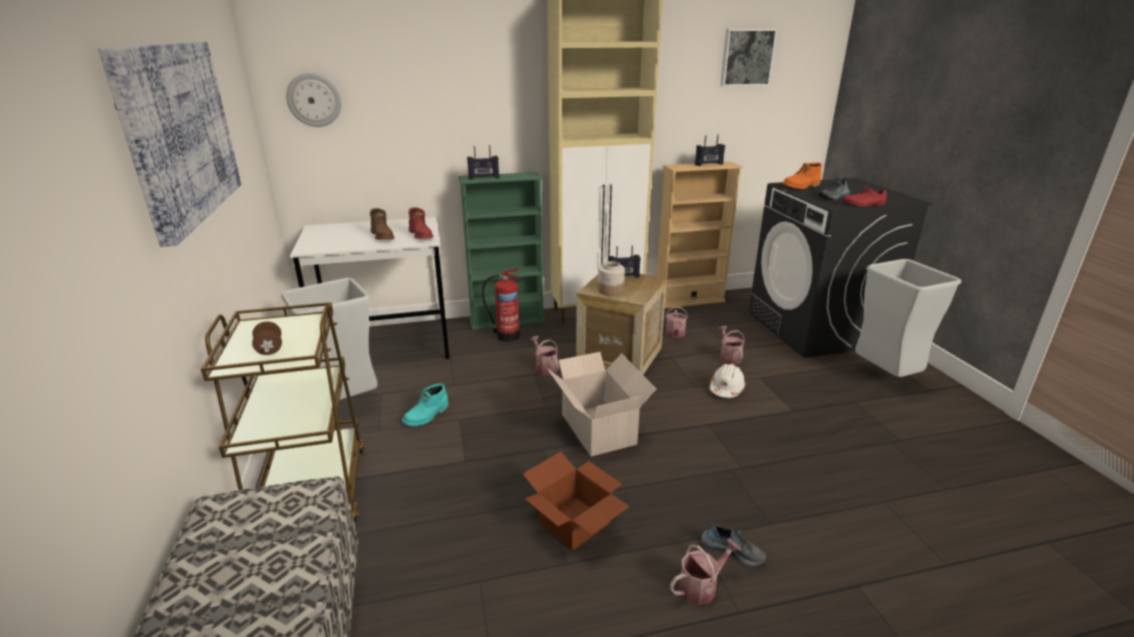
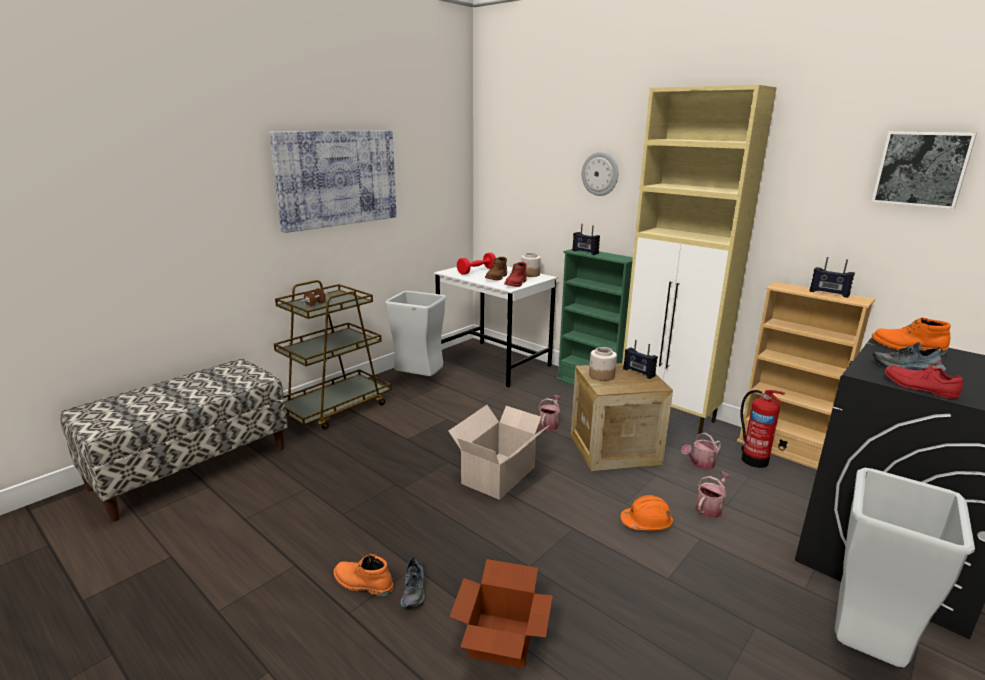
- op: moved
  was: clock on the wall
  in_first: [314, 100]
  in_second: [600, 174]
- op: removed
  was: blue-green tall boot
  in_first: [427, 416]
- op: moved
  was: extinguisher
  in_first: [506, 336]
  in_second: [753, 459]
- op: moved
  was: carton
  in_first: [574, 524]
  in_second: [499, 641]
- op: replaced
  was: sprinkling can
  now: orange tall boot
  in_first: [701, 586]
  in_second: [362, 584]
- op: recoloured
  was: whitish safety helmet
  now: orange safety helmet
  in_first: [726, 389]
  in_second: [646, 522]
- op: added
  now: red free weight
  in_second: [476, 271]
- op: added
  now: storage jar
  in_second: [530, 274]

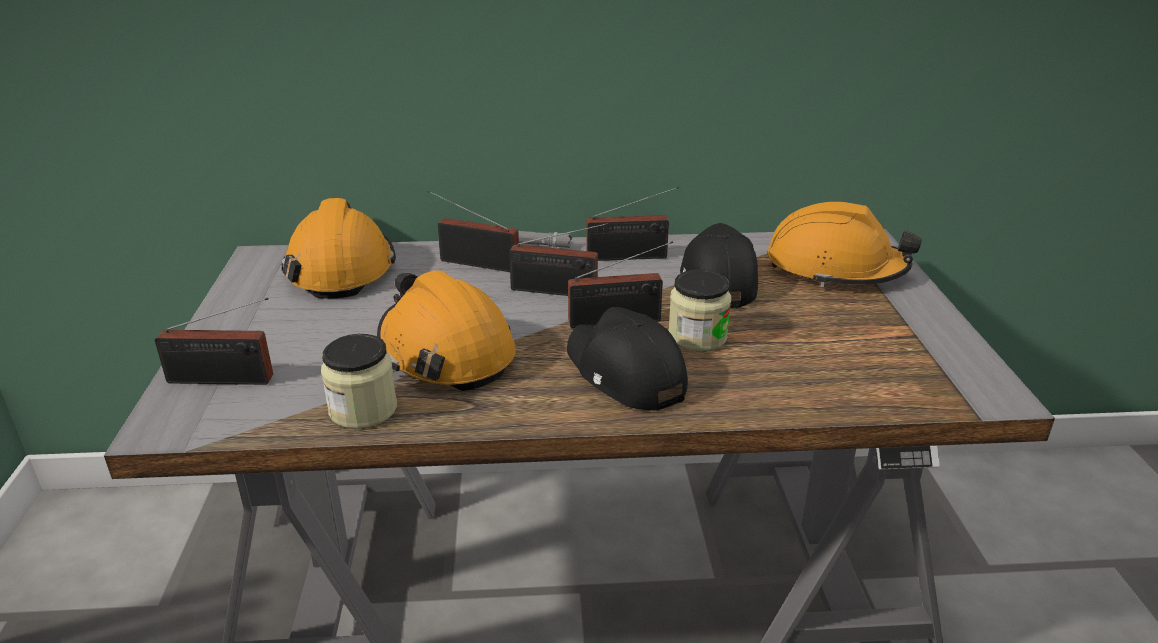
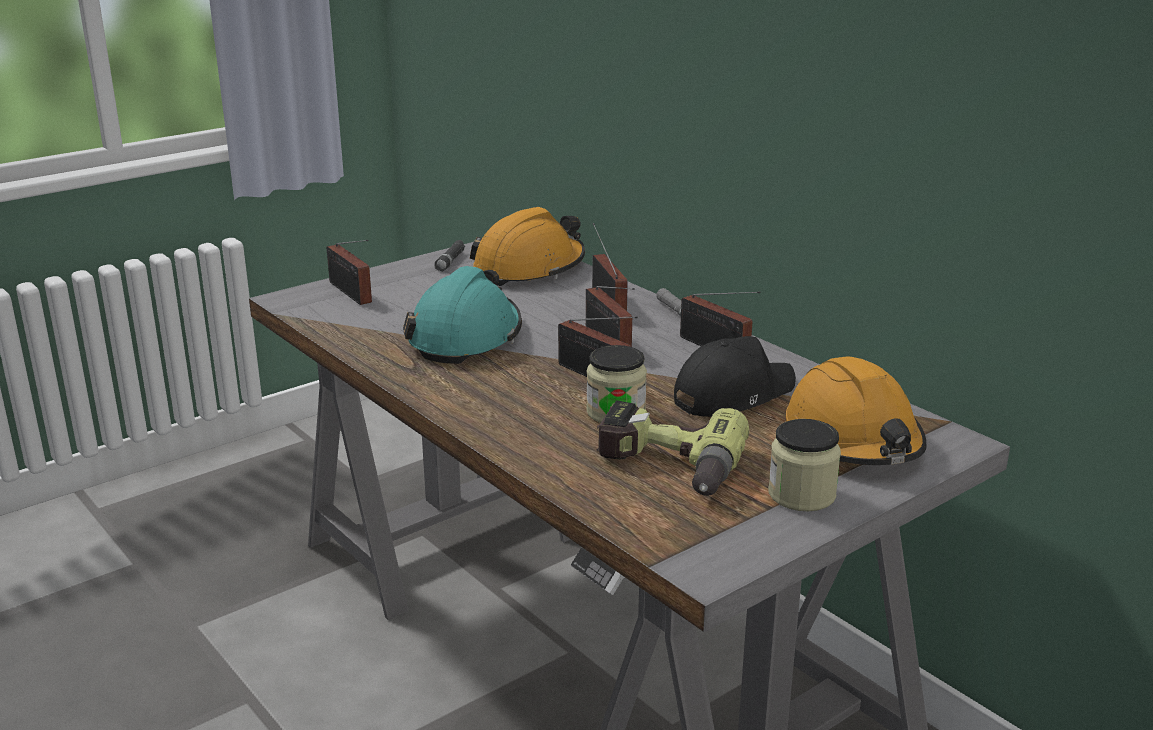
- op: moved
  was: storage jar
  in_first: [363, 410]
  in_second: [801, 495]
- op: recoloured
  was: orange safety helmet
  now: blue-green safety helmet
  in_first: [445, 352]
  in_second: [466, 337]
- op: removed
  was: black-coloured cap
  in_first: [624, 373]
- op: added
  now: black-coloured flashlight
  in_second: [450, 261]
- op: added
  now: drill
  in_second: [666, 467]

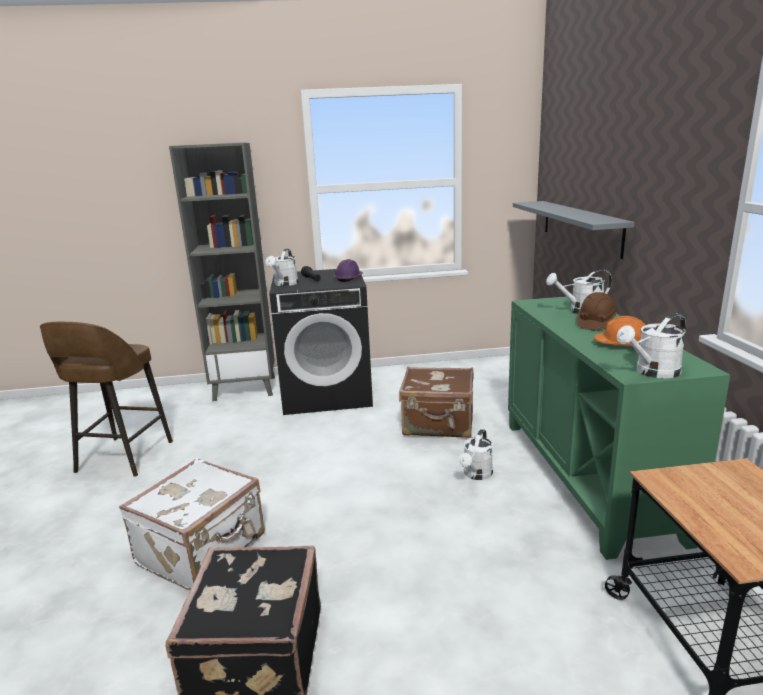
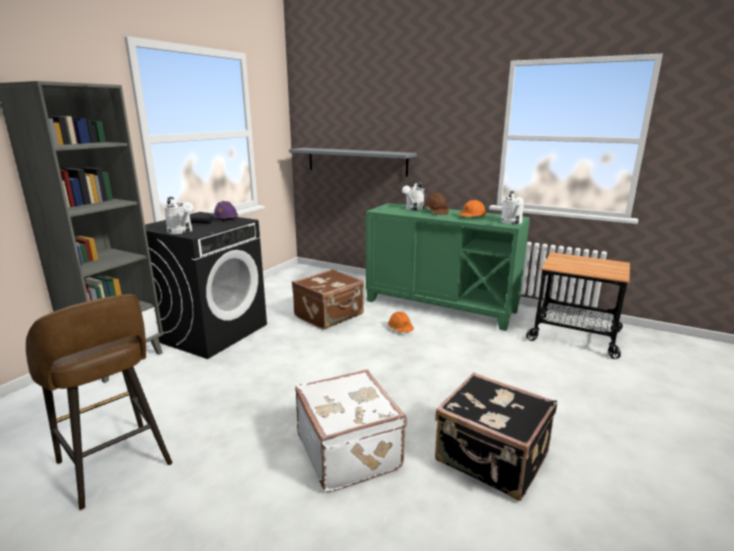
- op: replaced
  was: whitish sprinkling can
  now: orange safety helmet
  in_first: [476, 475]
  in_second: [400, 328]

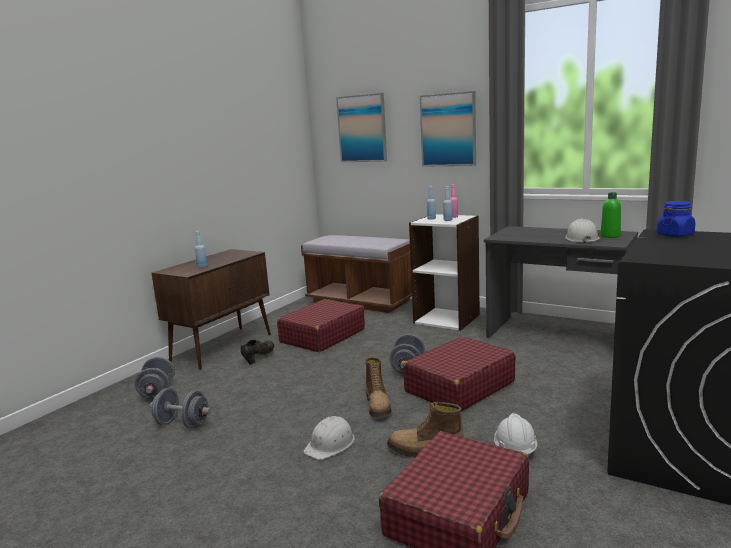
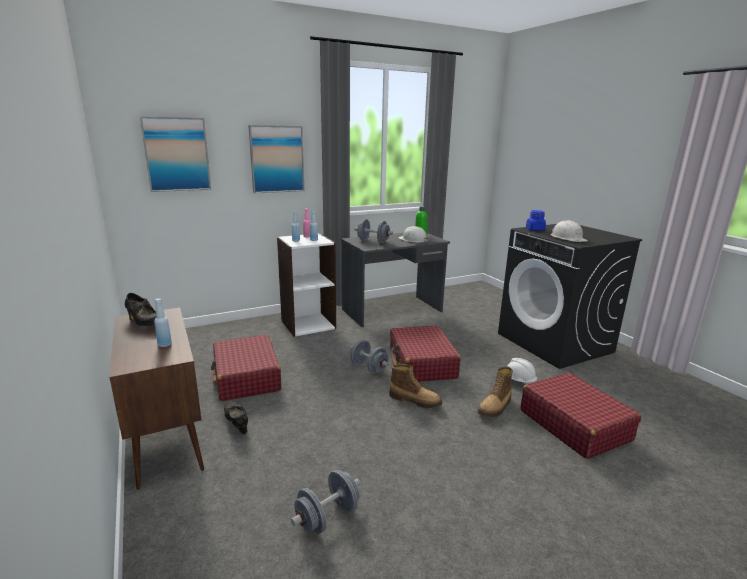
- op: moved
  was: grey free weight
  in_first: [157, 392]
  in_second: [373, 241]
- op: removed
  was: brown-coloured long seat
  in_first: [361, 301]
- op: moved
  was: whitish safety helmet
  in_first: [330, 444]
  in_second: [568, 238]
- op: added
  now: black-coloured shoe
  in_second: [144, 323]

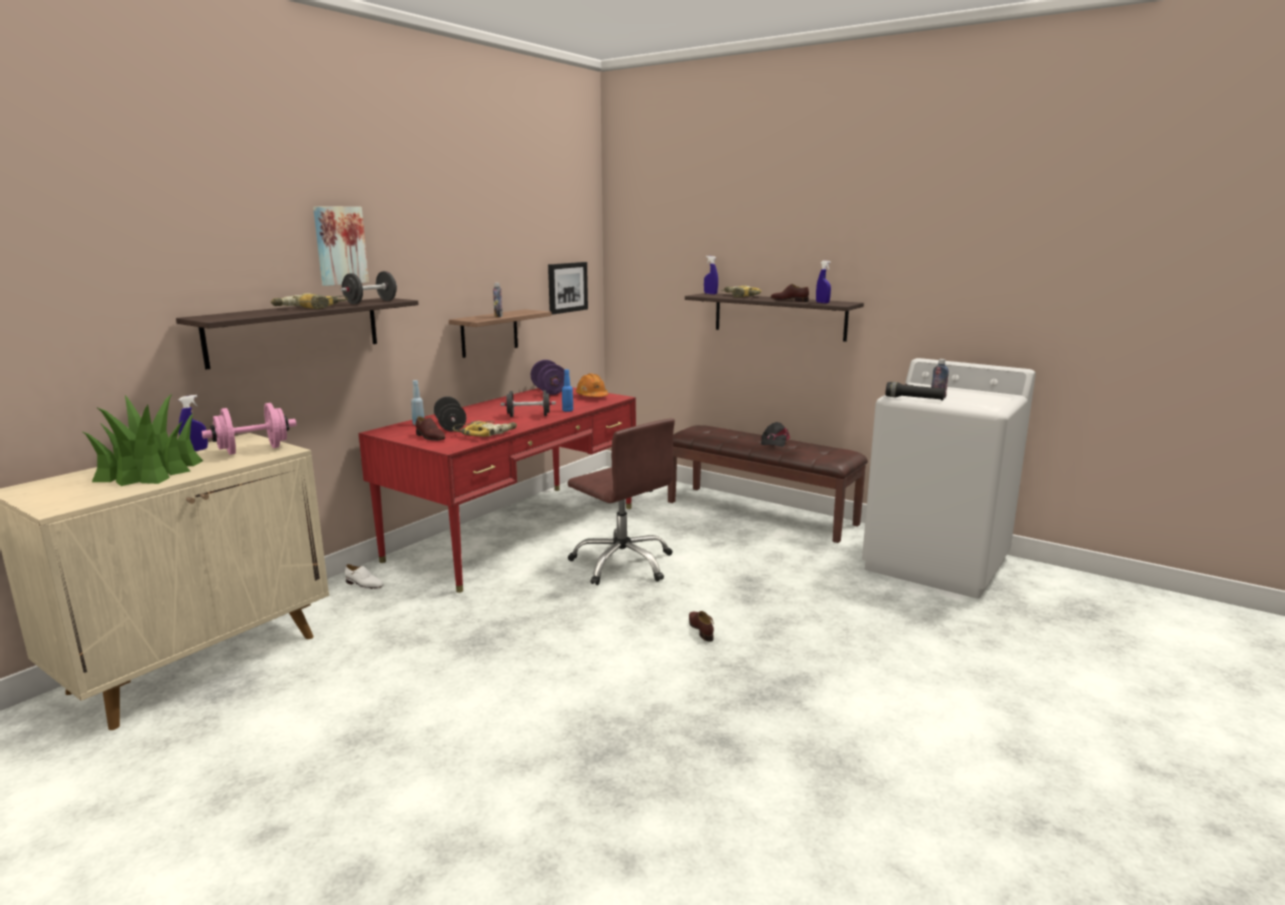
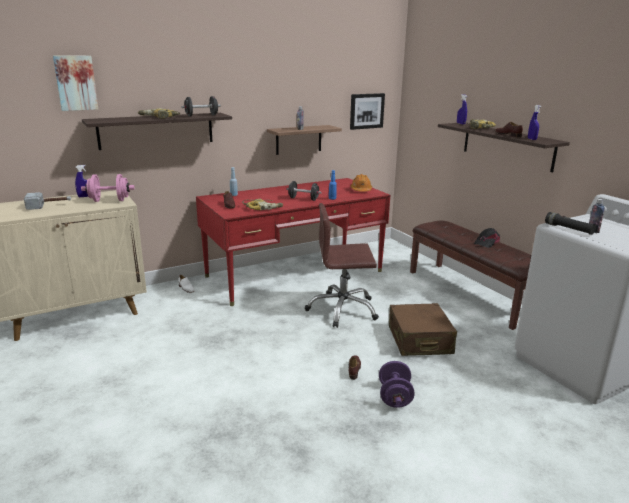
- op: replaced
  was: potted plant
  now: hammer
  in_first: [149, 471]
  in_second: [49, 206]
- op: moved
  was: wall art
  in_first: [339, 245]
  in_second: [75, 83]
- op: removed
  was: black-coloured free weight
  in_first: [450, 426]
- op: moved
  was: purple-coloured free weight
  in_first: [549, 391]
  in_second: [394, 397]
- op: turned
  was: brown-coloured desk chair
  in_first: [623, 563]
  in_second: [342, 309]
  clockwise: 105
- op: added
  now: brown-coloured travel case
  in_second: [419, 340]

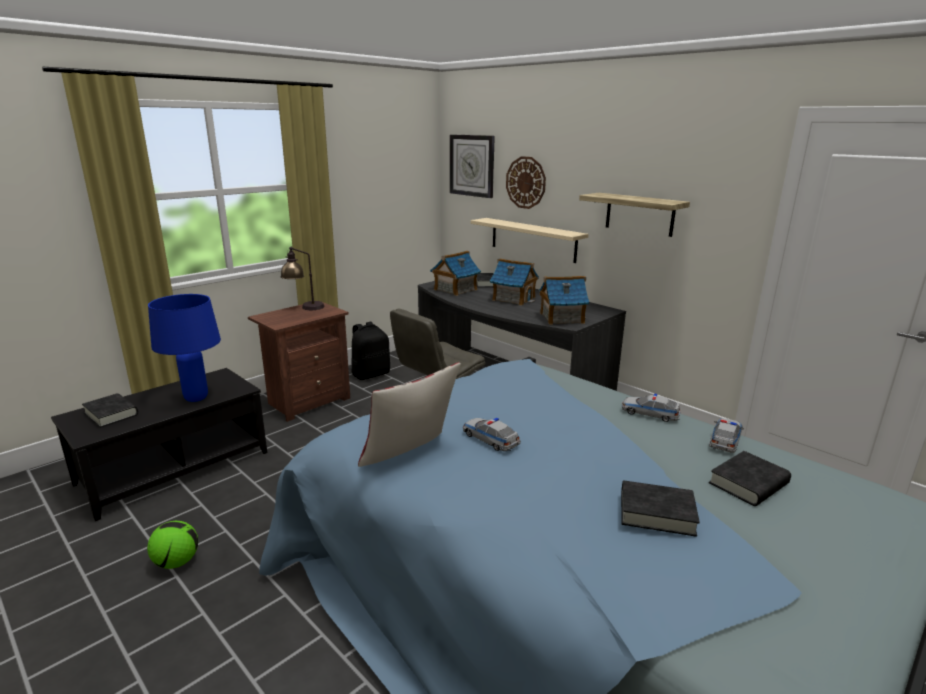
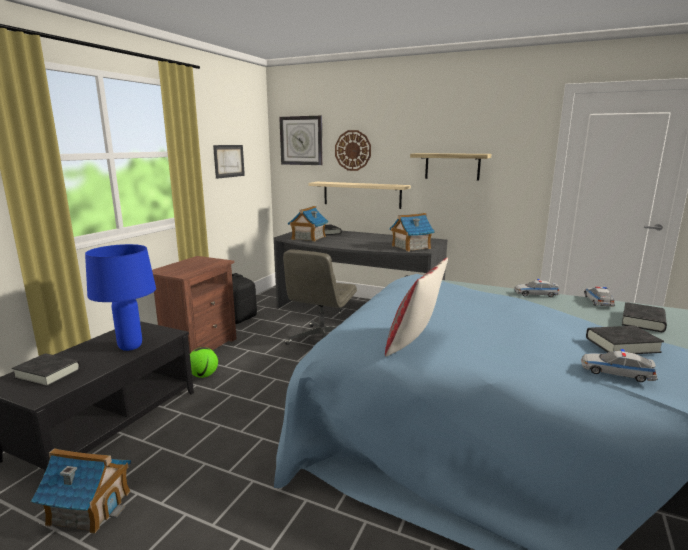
- op: moved
  was: ball for football
  in_first: [177, 562]
  in_second: [204, 375]
- op: removed
  was: tabletop lamp
  in_first: [304, 307]
- op: moved
  was: model car
  in_first: [490, 439]
  in_second: [616, 373]
- op: moved
  was: miniature house
  in_first: [513, 298]
  in_second: [89, 507]
- op: added
  now: wall art
  in_second: [229, 161]

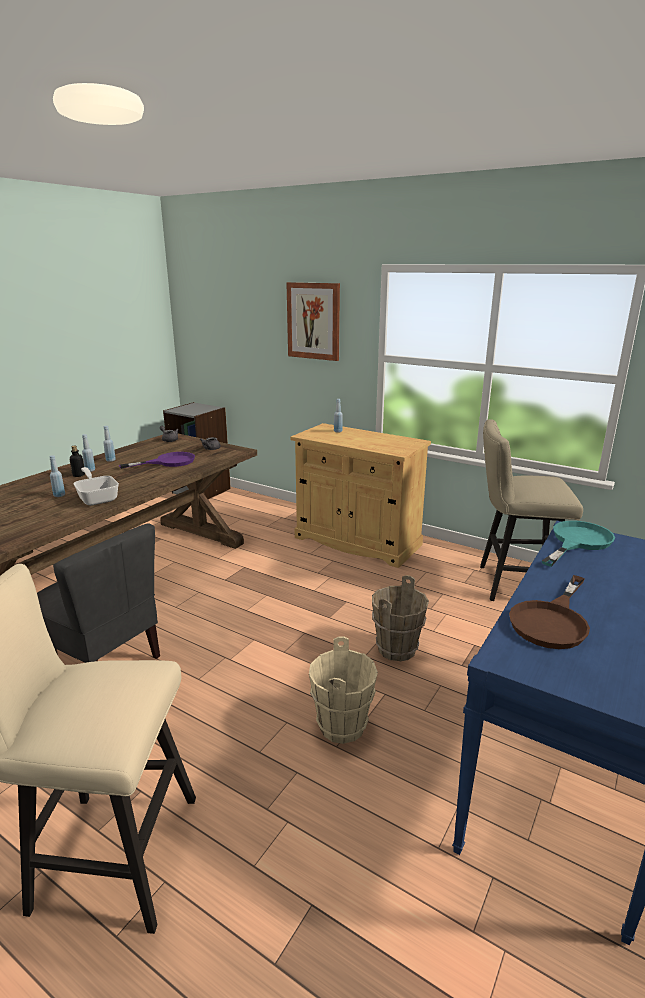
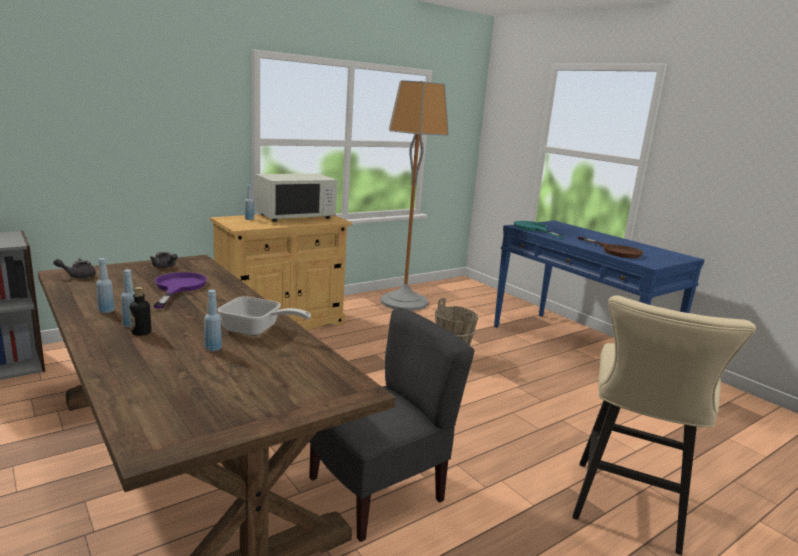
- op: turned
  was: frying pan
  in_first: [97, 498]
  in_second: [256, 330]
  clockwise: -150
- op: removed
  was: wall art
  in_first: [313, 321]
- op: removed
  was: sand-coloured bucket
  in_first: [342, 726]
- op: replaced
  was: sand-coloured stool seat
  now: standing lamp
  in_first: [512, 584]
  in_second: [404, 302]
- op: added
  now: whitish microwave
  in_second: [295, 216]

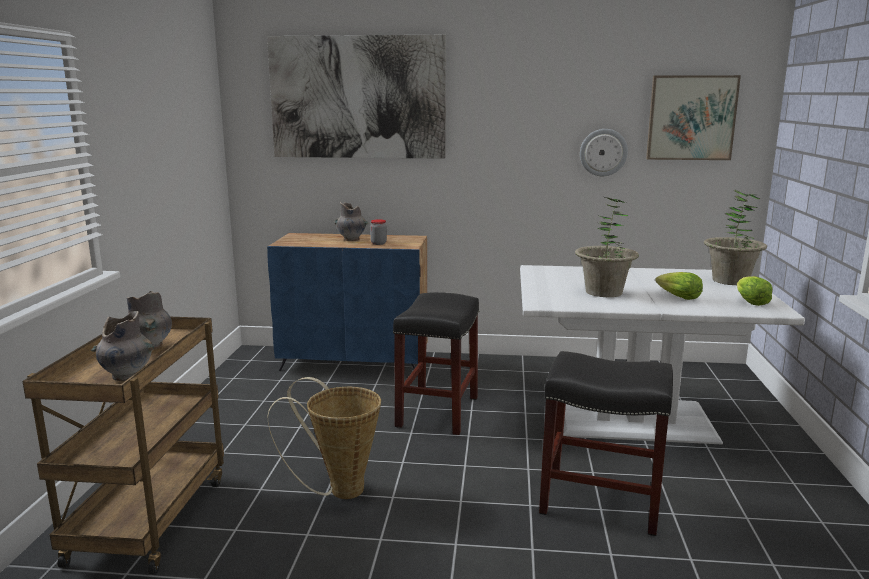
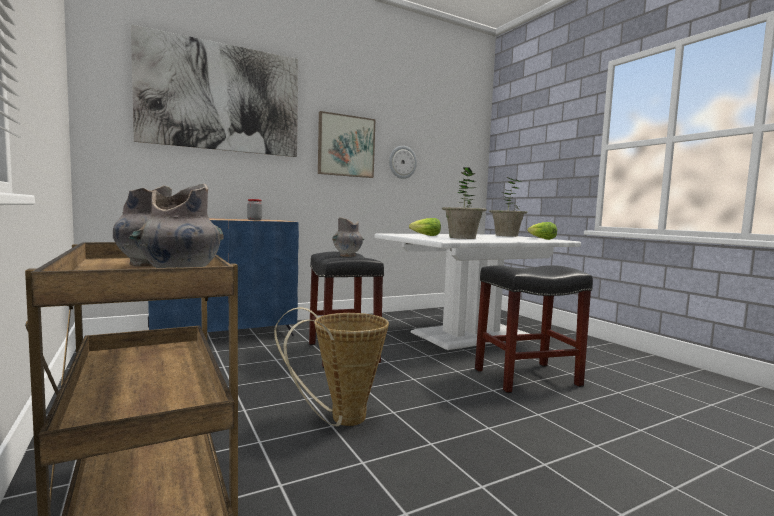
- op: moved
  was: grey decorative vase
  in_first: [352, 239]
  in_second: [348, 256]
- op: moved
  was: wall art
  in_first: [691, 118]
  in_second: [346, 146]
- op: moved
  was: head of lettuce
  in_first: [678, 297]
  in_second: [425, 235]

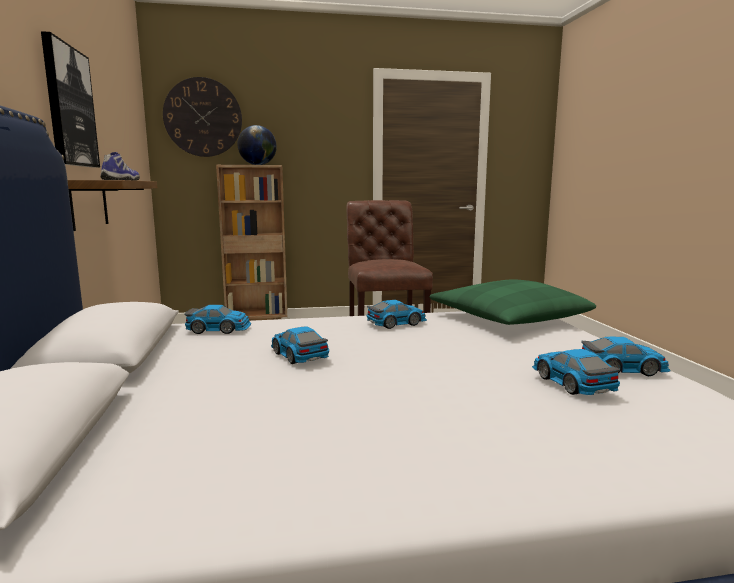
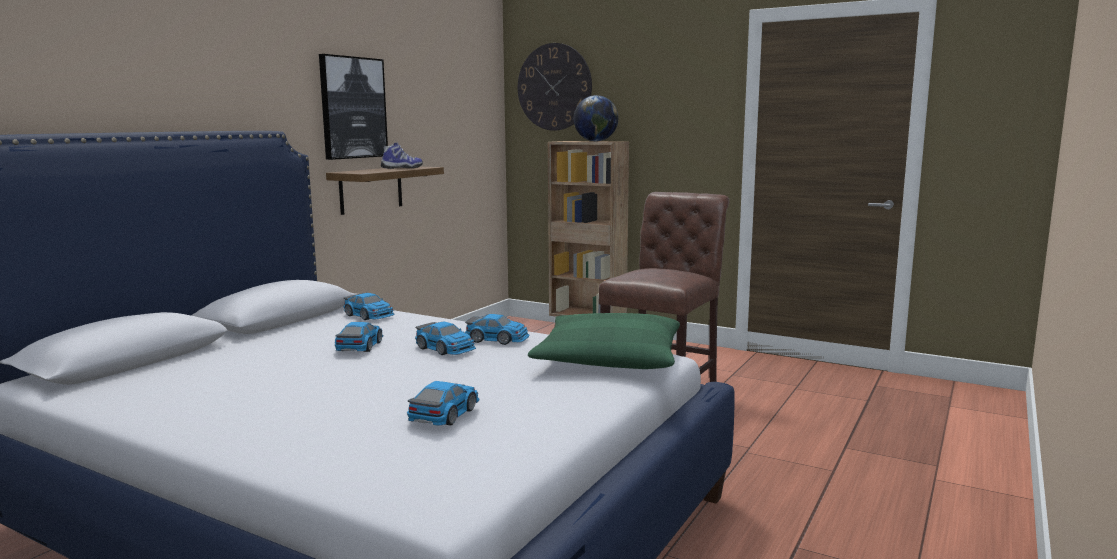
- op: moved
  was: model car
  in_first: [623, 369]
  in_second: [445, 349]

